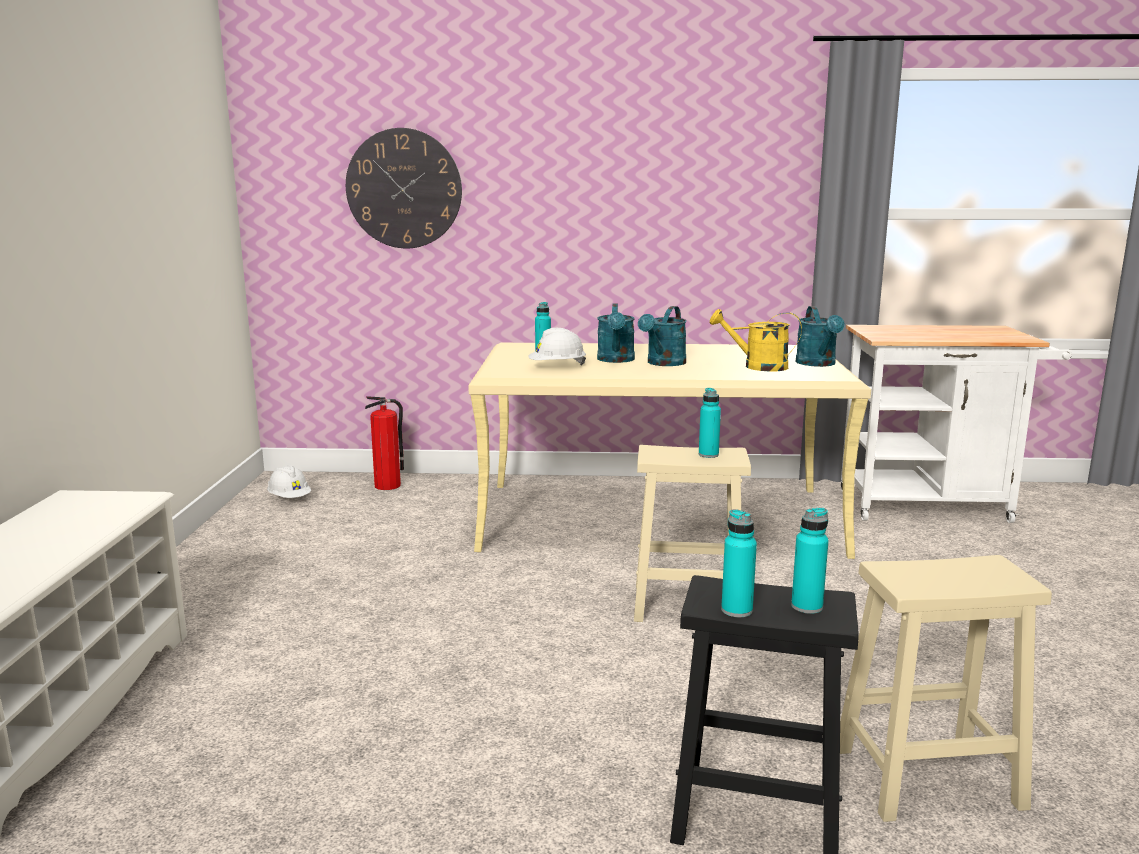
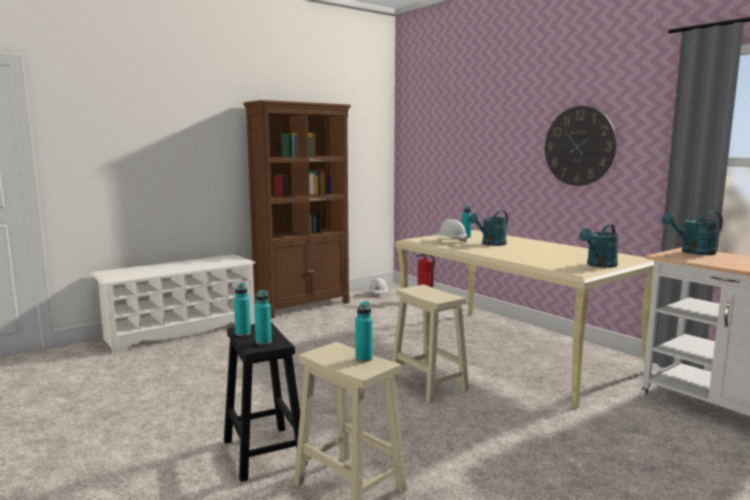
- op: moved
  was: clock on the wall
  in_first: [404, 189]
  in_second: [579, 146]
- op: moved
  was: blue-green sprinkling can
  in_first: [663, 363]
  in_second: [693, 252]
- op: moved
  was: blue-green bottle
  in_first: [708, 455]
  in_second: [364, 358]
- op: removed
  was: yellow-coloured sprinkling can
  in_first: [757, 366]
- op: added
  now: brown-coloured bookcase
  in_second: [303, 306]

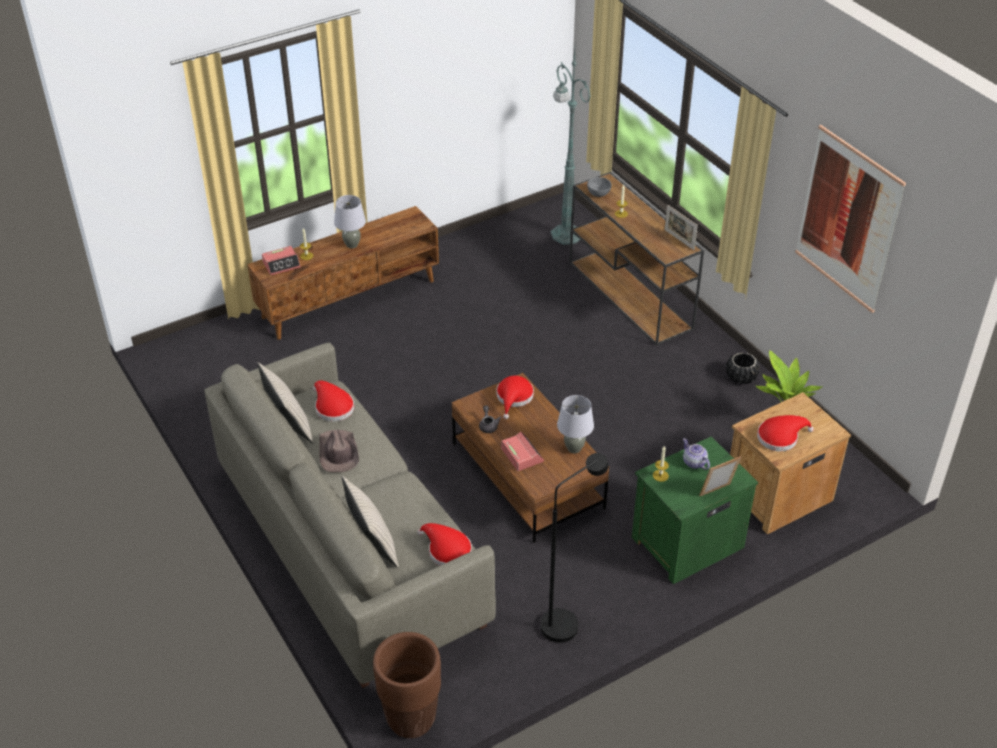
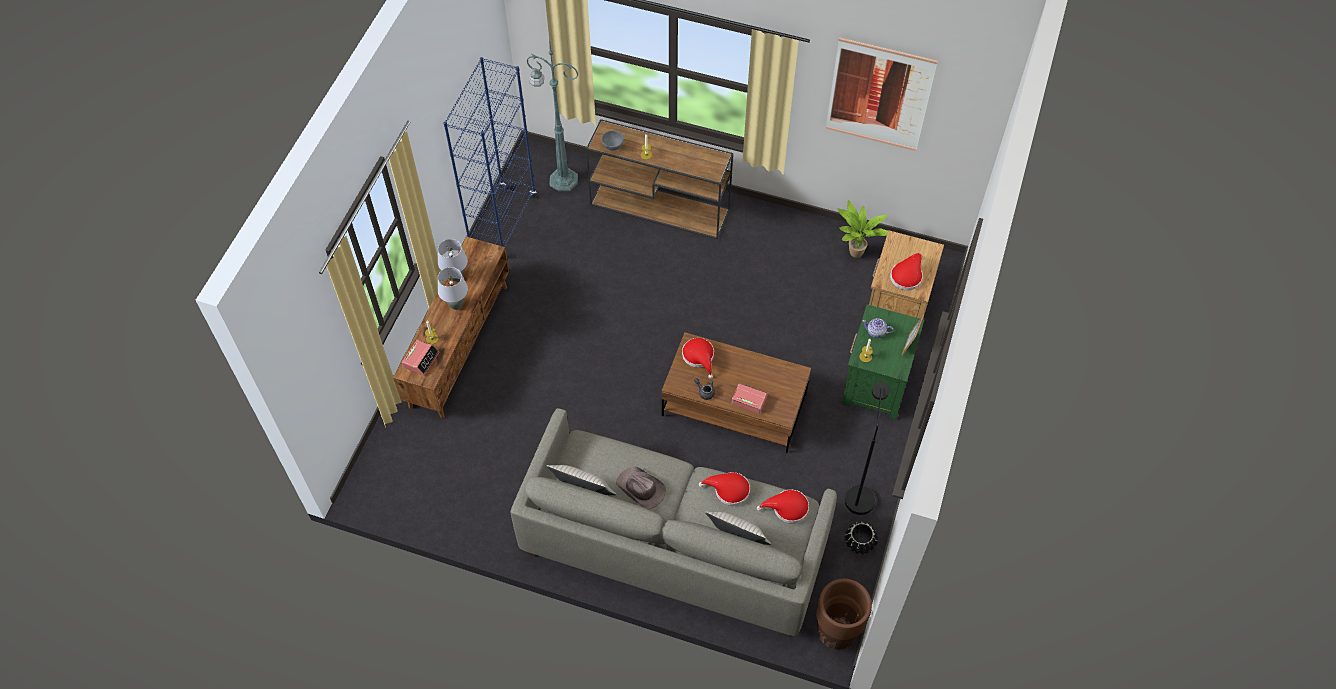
- op: moved
  was: red clothing hat
  in_first: [332, 407]
  in_second: [728, 490]
- op: moved
  was: grey tabletop lamp
  in_first: [574, 449]
  in_second: [456, 277]
- op: removed
  was: picture frame
  in_first: [679, 240]
- op: moved
  was: black-coloured flower pot
  in_first: [741, 377]
  in_second: [860, 543]
- op: added
  now: bluish bookcase
  in_second: [503, 222]

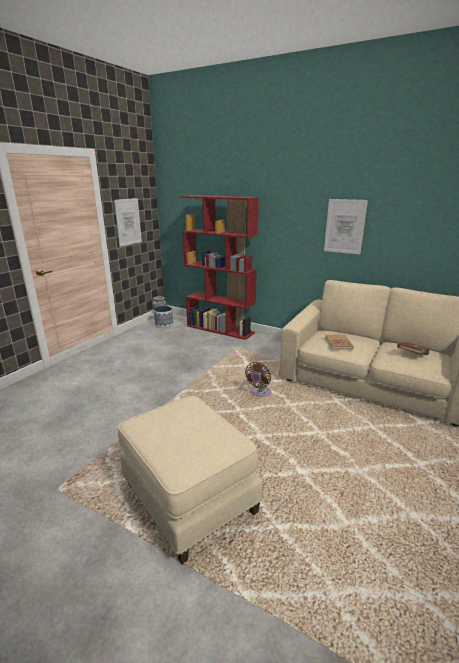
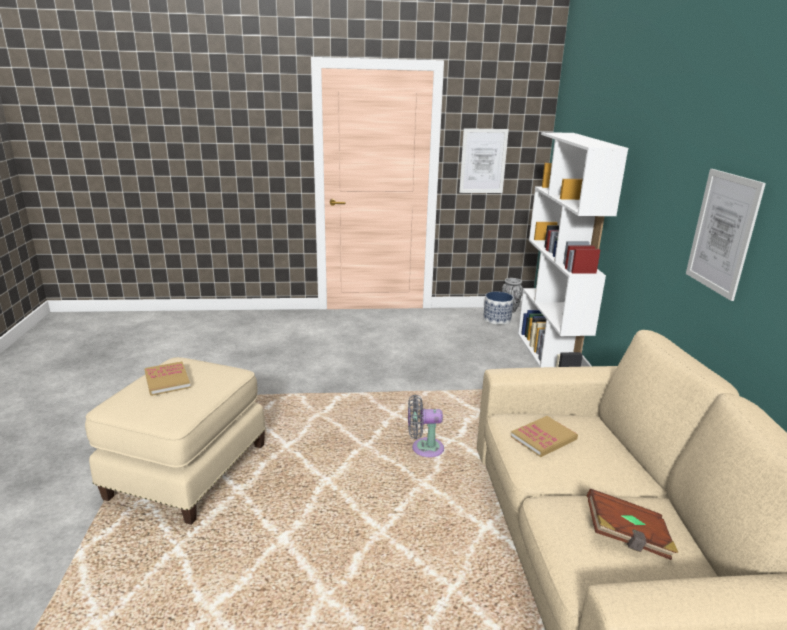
- op: recoloured
  was: red bookcase
  now: whitish bookcase
  in_first: [220, 329]
  in_second: [549, 358]
- op: recoloured
  was: brown-coloured fan
  now: grey fan
  in_first: [260, 393]
  in_second: [424, 448]
- op: added
  now: book
  in_second: [167, 380]

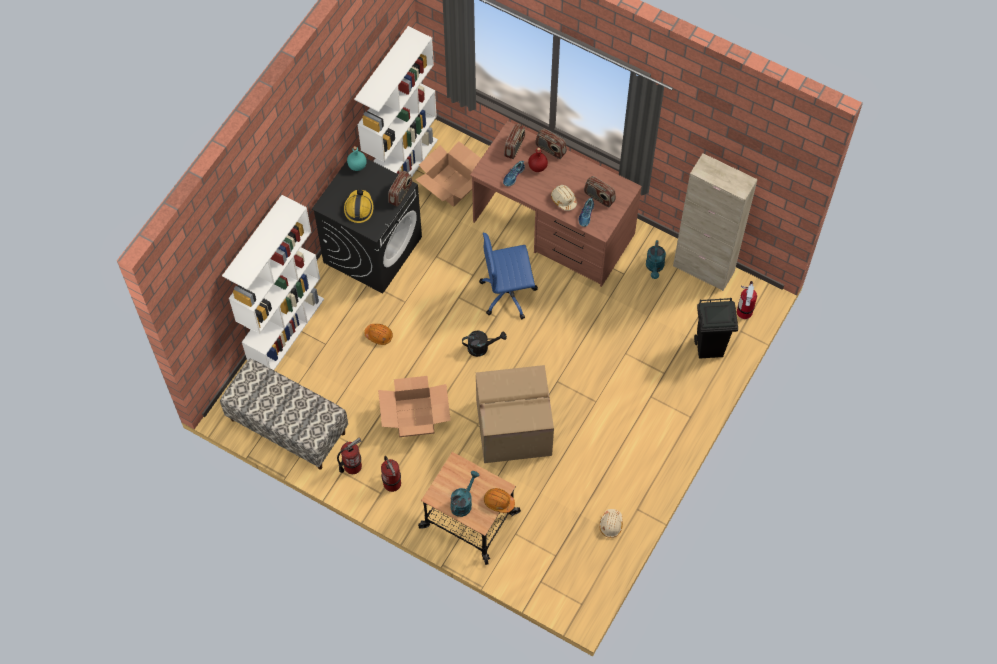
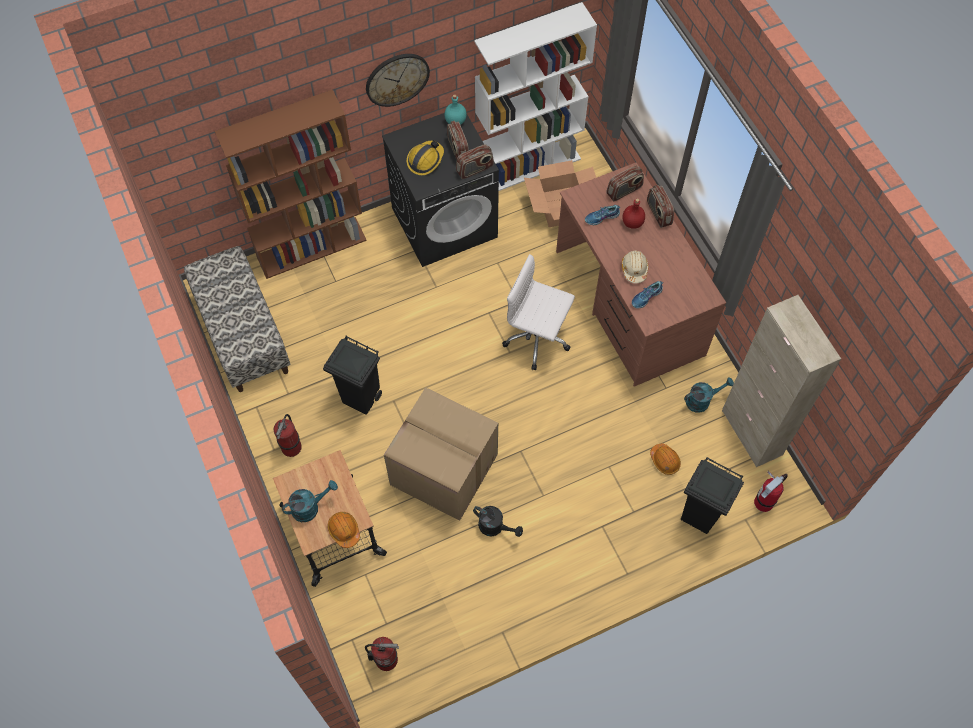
- op: recoloured
  was: whitish bookcase
  now: brown-coloured bookcase
  in_first: [286, 330]
  in_second: [311, 247]
- op: moved
  was: extinguisher
  in_first: [352, 466]
  in_second: [386, 659]
- op: moved
  was: orange safety helmet
  in_first: [379, 335]
  in_second: [665, 460]
- op: replaced
  was: carton
  now: black-coloured waste bin
  in_first: [415, 417]
  in_second: [361, 398]
- op: moved
  was: black-coloured sprinkling can
  in_first: [482, 347]
  in_second: [495, 527]
- op: recoloured
  was: bluish desk chair
  now: whitish desk chair
  in_first: [508, 294]
  in_second: [538, 338]
- op: moved
  was: radio set
  in_first: [599, 197]
  in_second: [457, 149]
- op: removed
  was: sand-coloured safety helmet
  in_first: [611, 525]
- op: turned
  was: blue-green sprinkling can
  in_first: [654, 267]
  in_second: [702, 400]
  clockwise: -150
- op: added
  now: clock on the wall
  in_second: [397, 79]

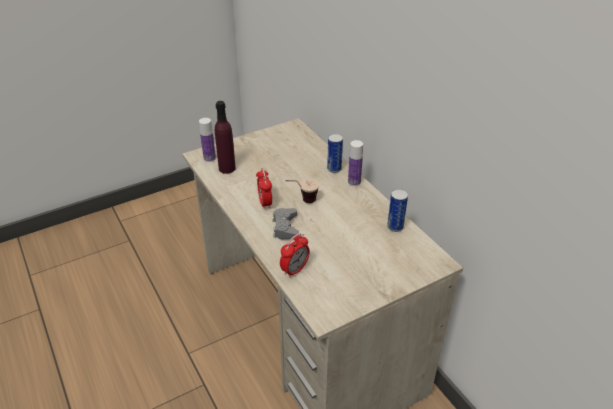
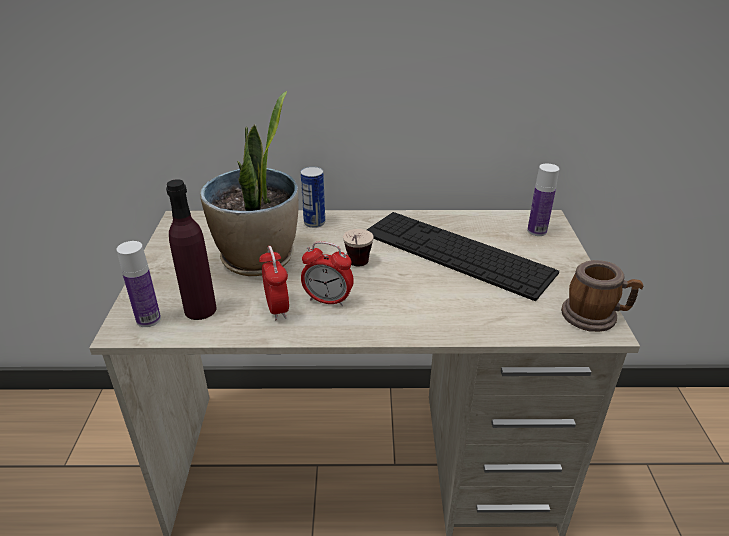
- op: removed
  was: grey game controller
  in_first: [285, 227]
- op: moved
  was: table clock
  in_first: [295, 270]
  in_second: [277, 308]
- op: moved
  was: bottle
  in_first: [354, 182]
  in_second: [537, 231]
- op: removed
  was: sealed can
  in_first: [395, 227]
- op: added
  now: potted plant
  in_second: [258, 259]
- op: added
  now: computer keyboard
  in_second: [456, 253]
- op: added
  now: tea mug
  in_second: [595, 316]

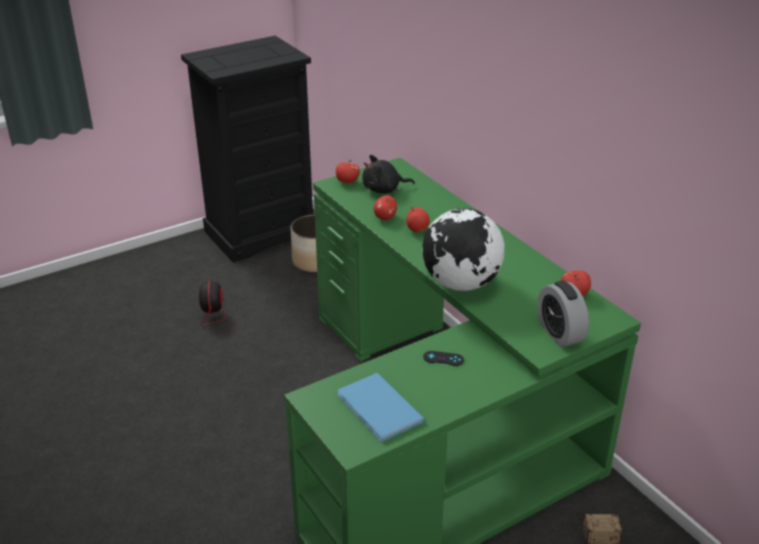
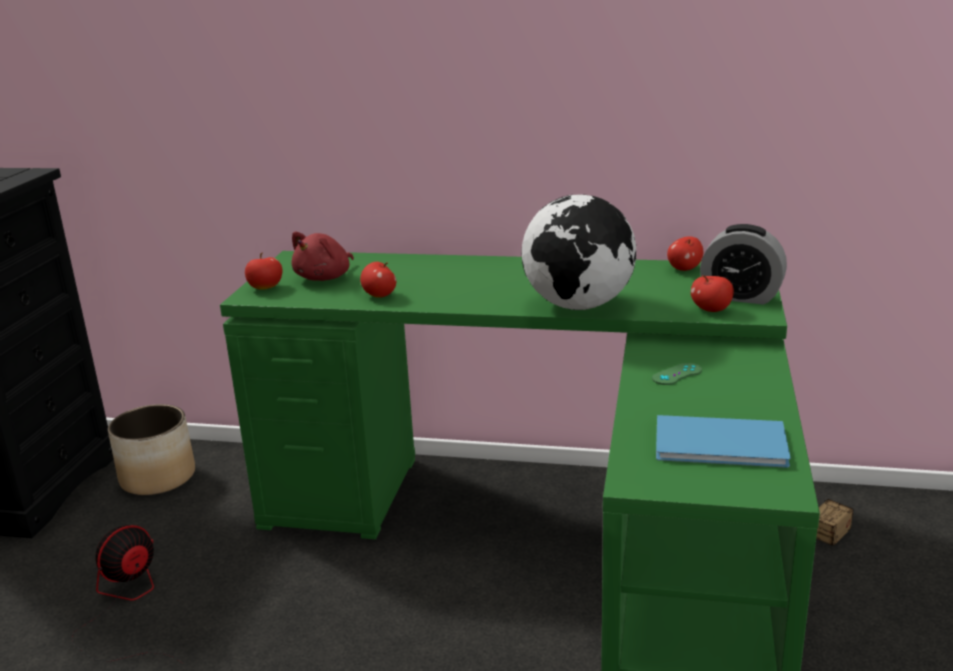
- op: turned
  was: fan
  in_first: [225, 323]
  in_second: [126, 607]
  clockwise: 90
- op: recoloured
  was: black-coloured plush toy
  now: red plush toy
  in_first: [384, 190]
  in_second: [325, 277]
- op: moved
  was: apple fruit
  in_first: [417, 229]
  in_second: [711, 310]
- op: recoloured
  was: black-coloured game controller
  now: green game controller
  in_first: [443, 358]
  in_second: [677, 374]

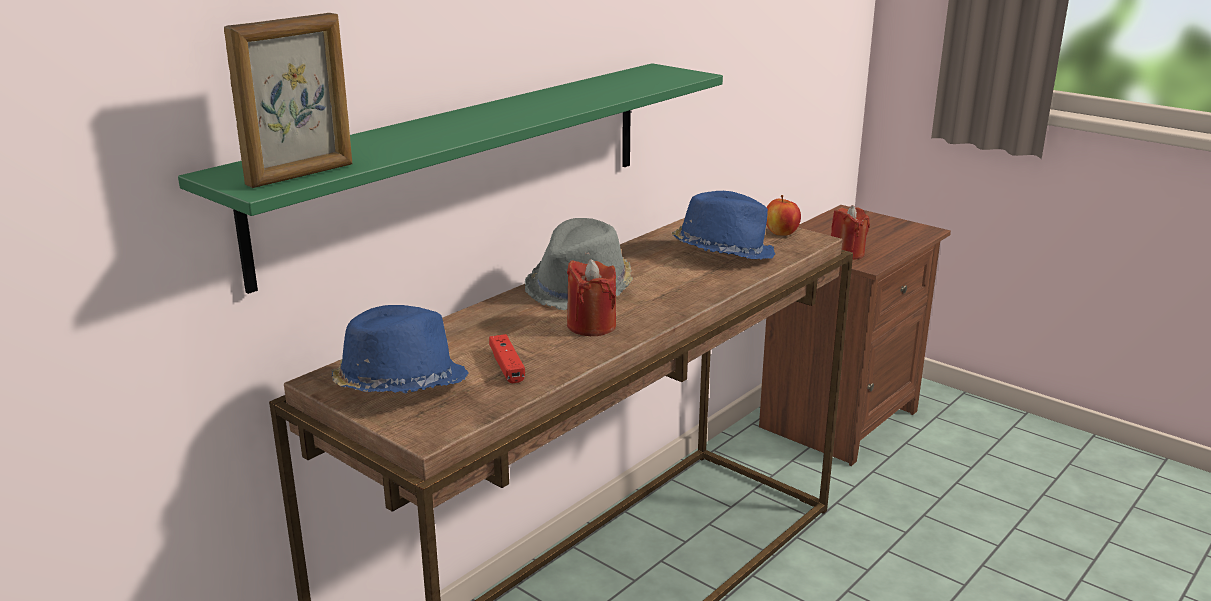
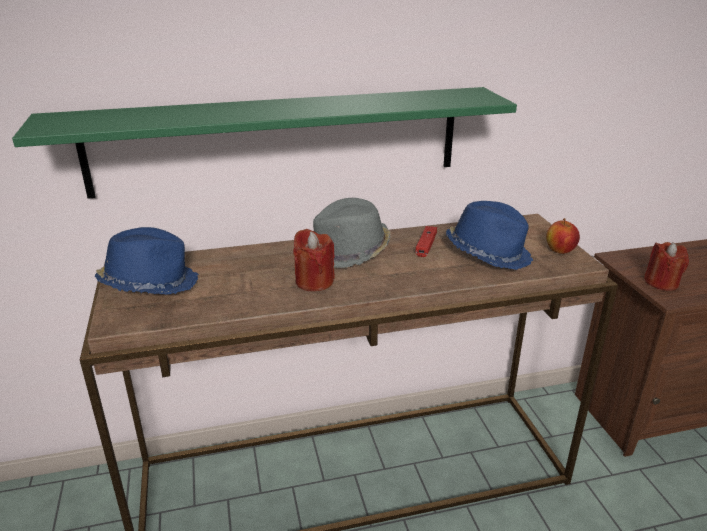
- op: removed
  was: picture frame
  in_first: [302, 175]
- op: moved
  was: red game controller
  in_first: [507, 366]
  in_second: [426, 246]

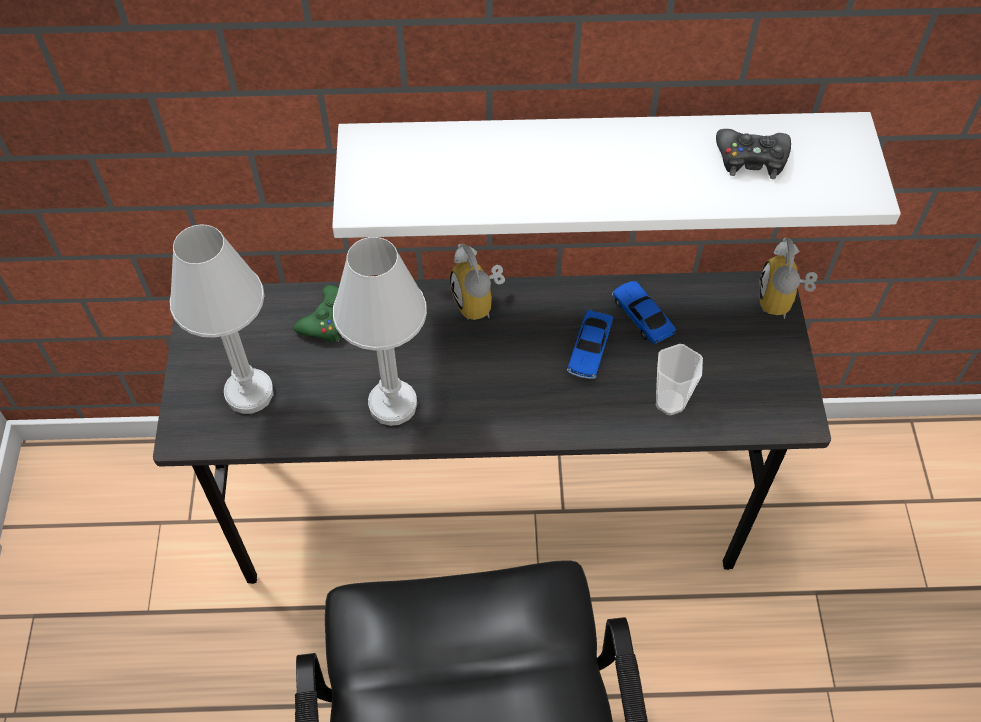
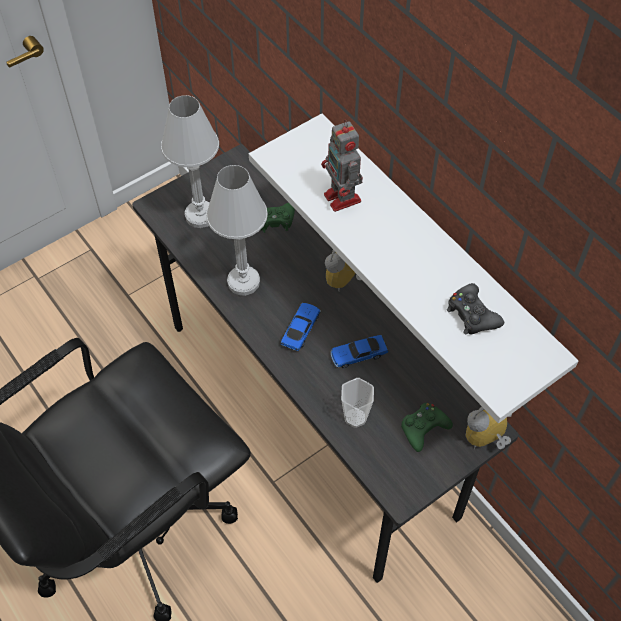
- op: moved
  was: model car
  in_first: [642, 317]
  in_second: [300, 330]
- op: added
  now: robot figure
  in_second: [343, 199]
- op: added
  now: green game controller
  in_second: [423, 428]

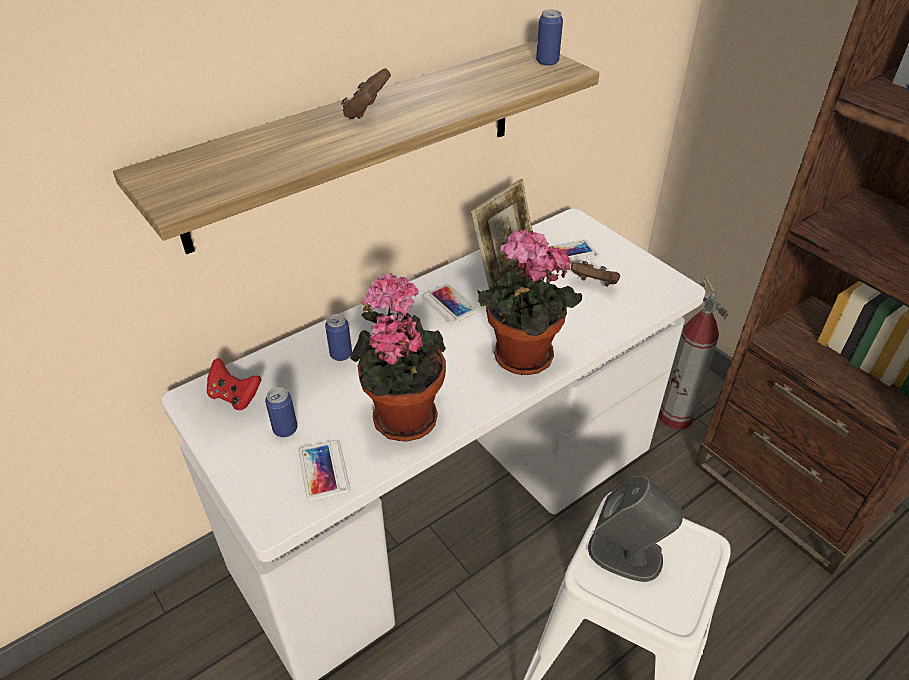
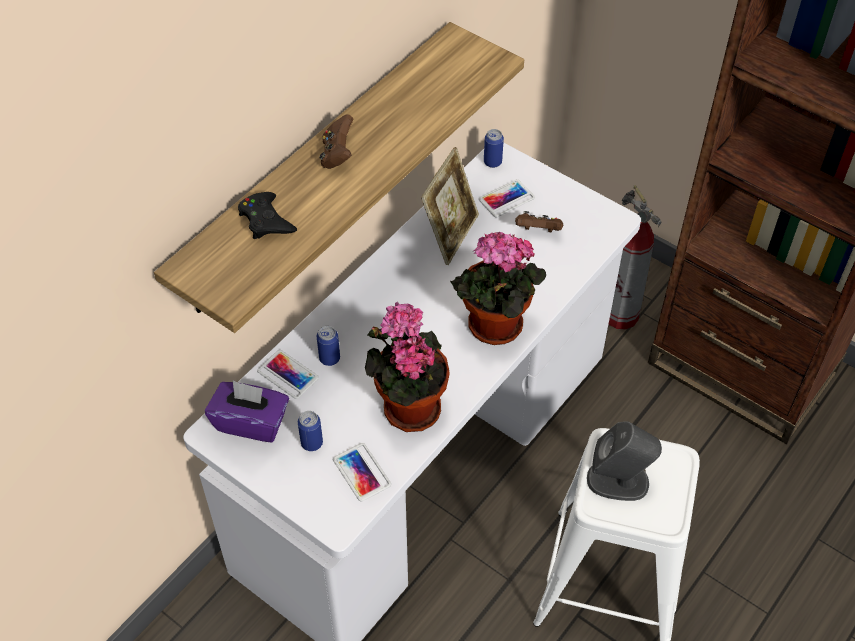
- op: replaced
  was: red game controller
  now: purple-coloured tissue holder
  in_first: [234, 396]
  in_second: [251, 422]
- op: moved
  was: handset
  in_first: [449, 304]
  in_second: [288, 374]
- op: moved
  was: sealed can
  in_first: [547, 62]
  in_second: [492, 162]
- op: added
  now: black-coloured game controller
  in_second: [266, 220]

